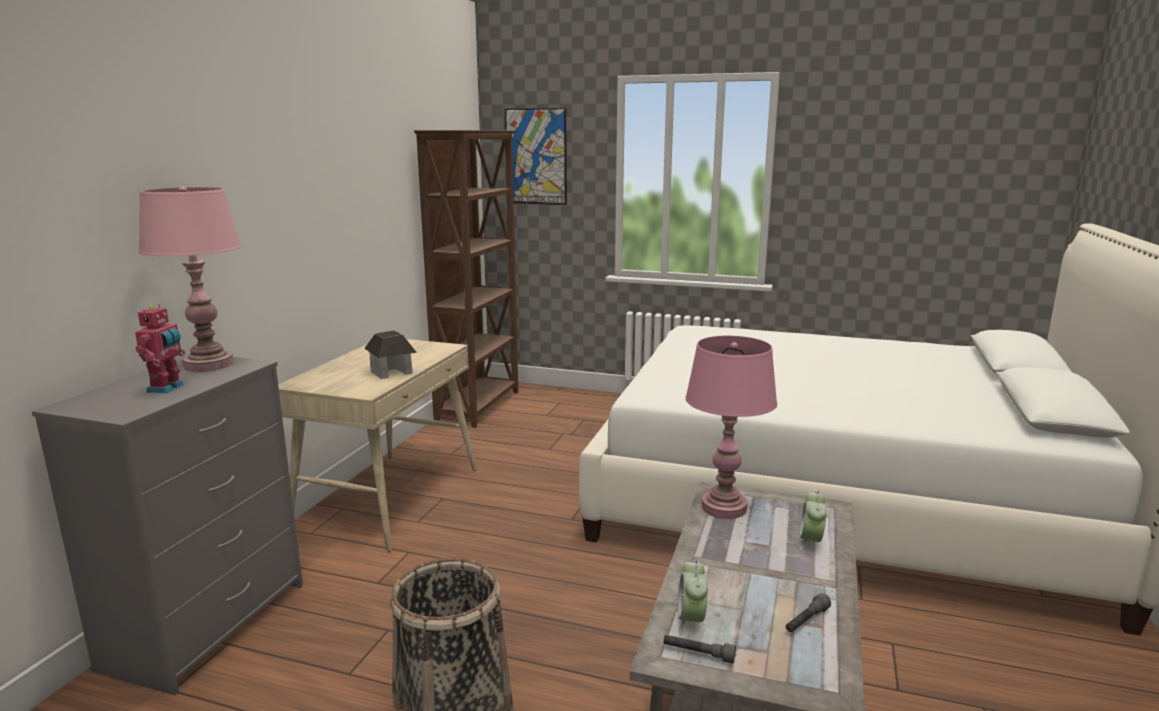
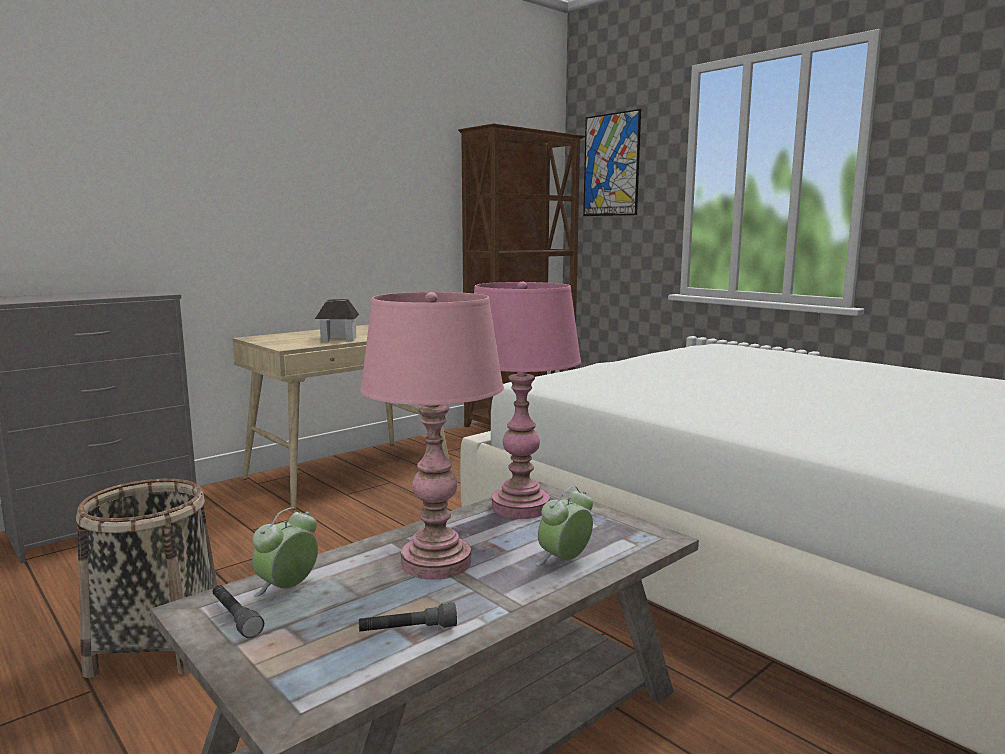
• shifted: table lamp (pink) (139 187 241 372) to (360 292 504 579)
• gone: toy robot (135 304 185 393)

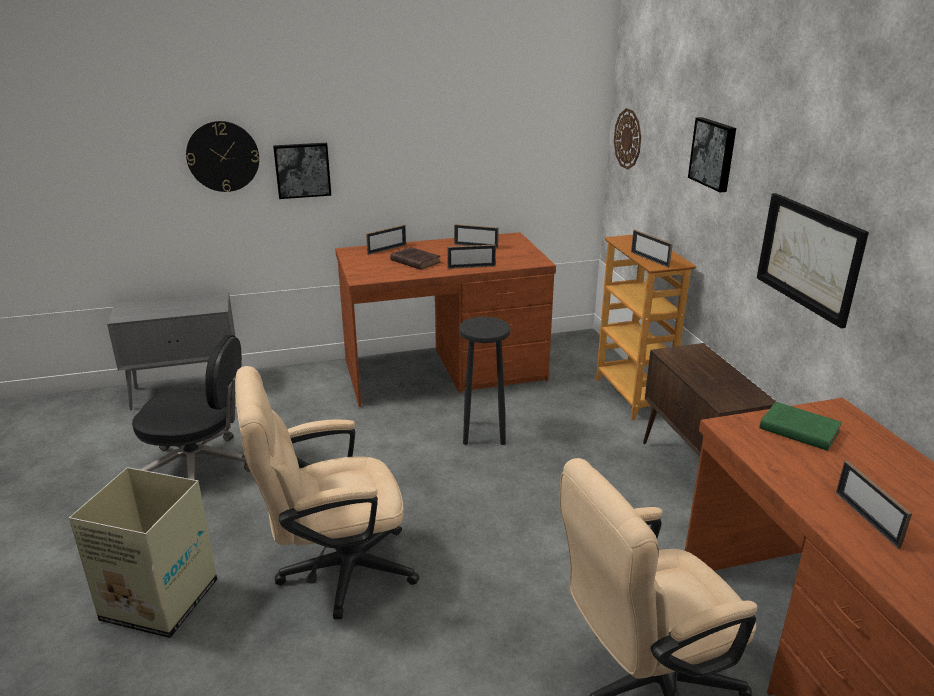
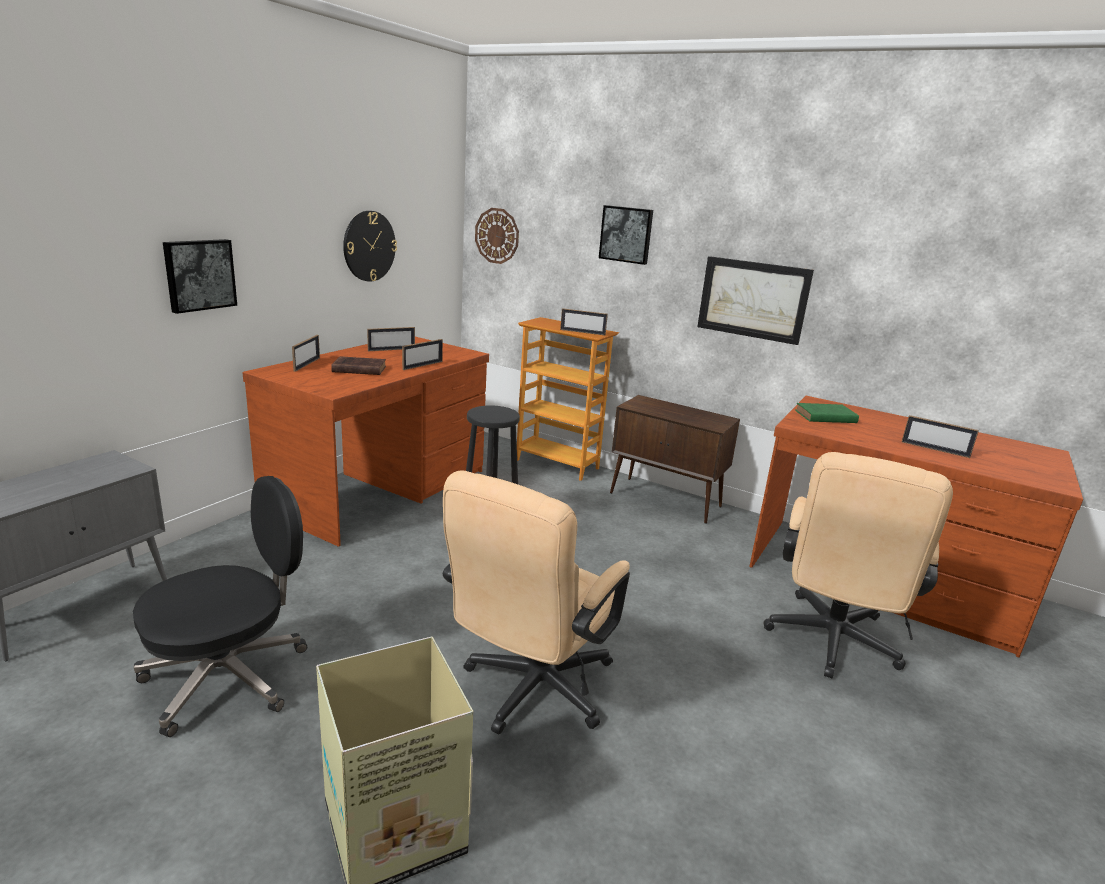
• shifted: wall clock (186 121 259 192) to (343 211 397 282)

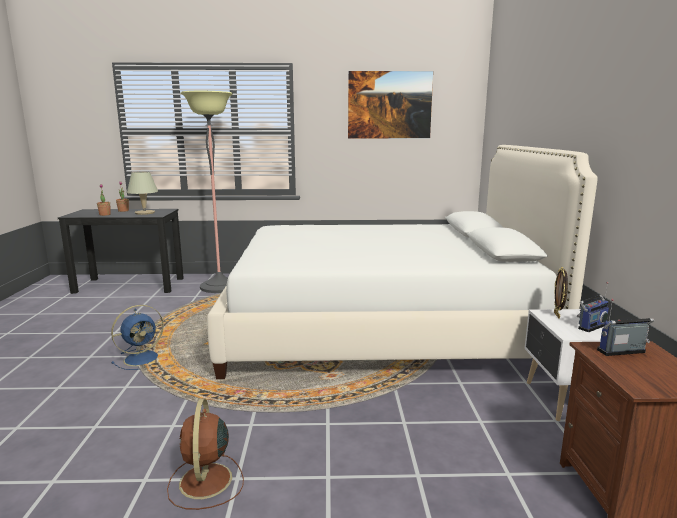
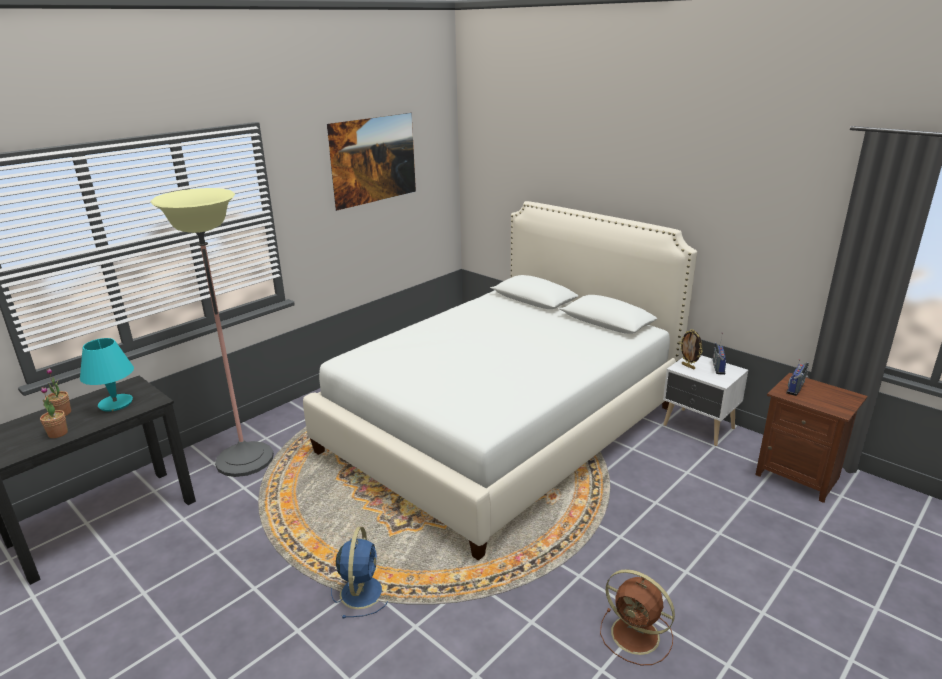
• repainted: table lamp (beige) (127 172 158 215) to table lamp (turquoise) (80 338 134 412)

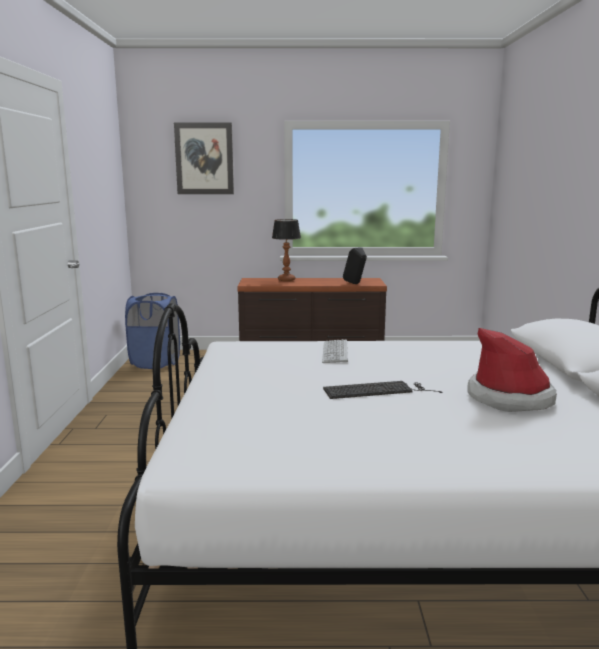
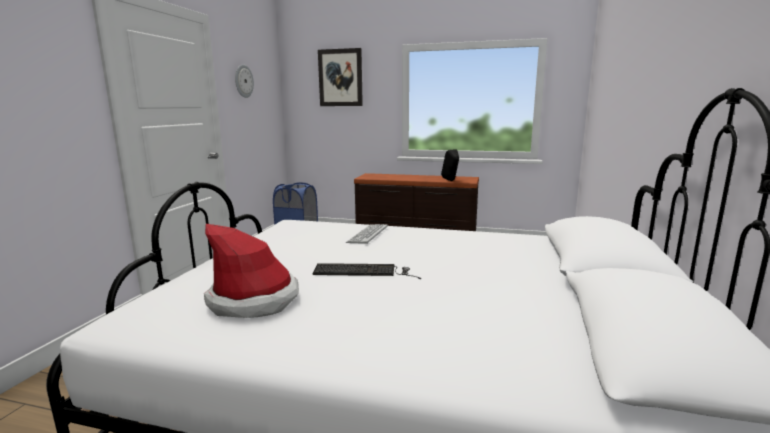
• shifted: hat (467 328 557 412) to (204 224 299 318)
• new: wall clock (235 64 254 98)
• gone: table lamp (272 219 301 281)

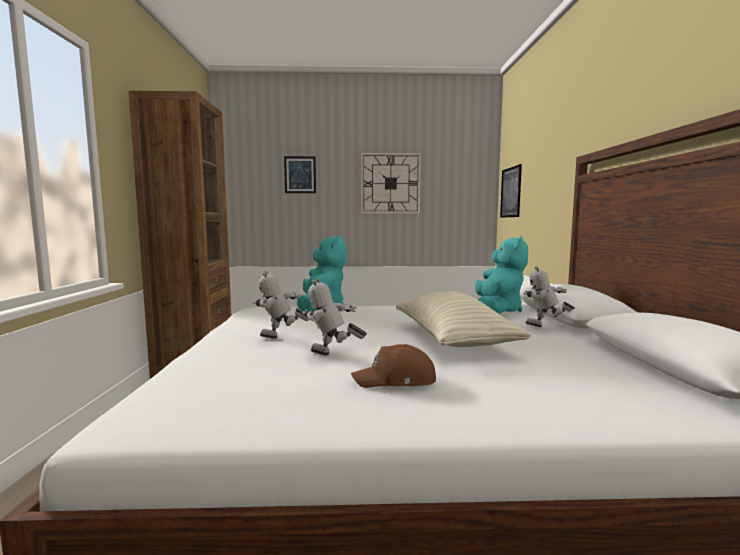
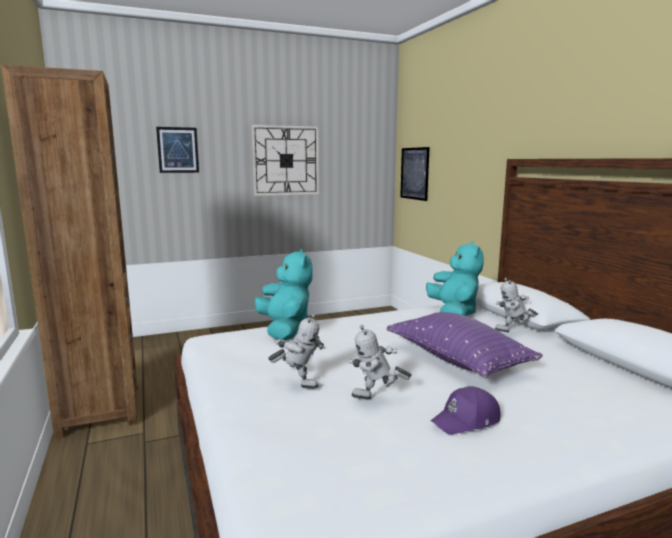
• rotated: toy robot (253 271 310 338) = (268 314 326 389) 135 degrees counterclockwise
• repainted: pillow (beige) (396 291 532 347) to pillow (purple) (386 312 543 378)
• repainted: cap (brown) (351 344 436 388) to cap (purple) (430 386 500 435)

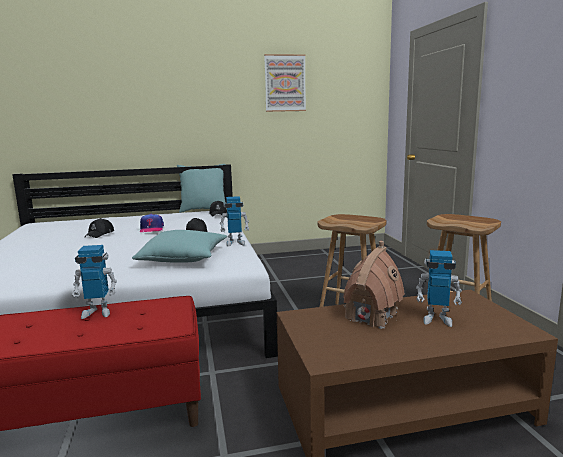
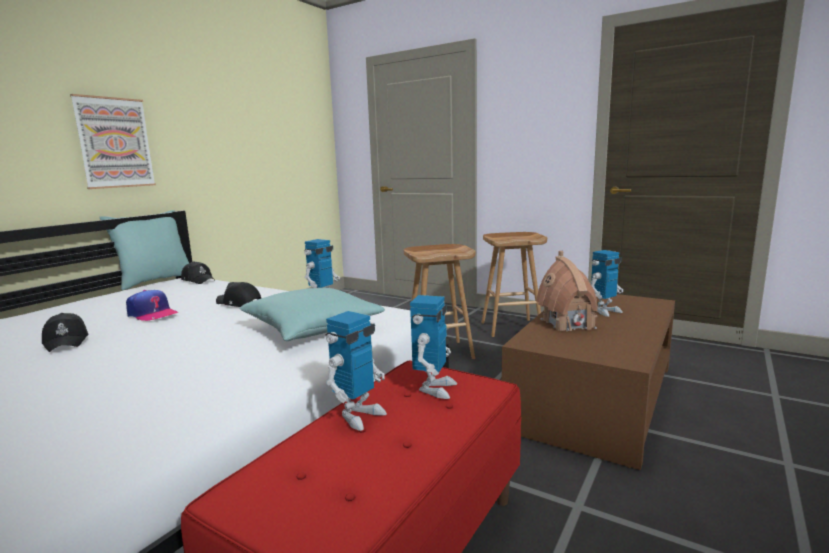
• shifted: picture (264 54 306 112) to (70 94 156 189)
• new: toy robot (410 295 457 399)

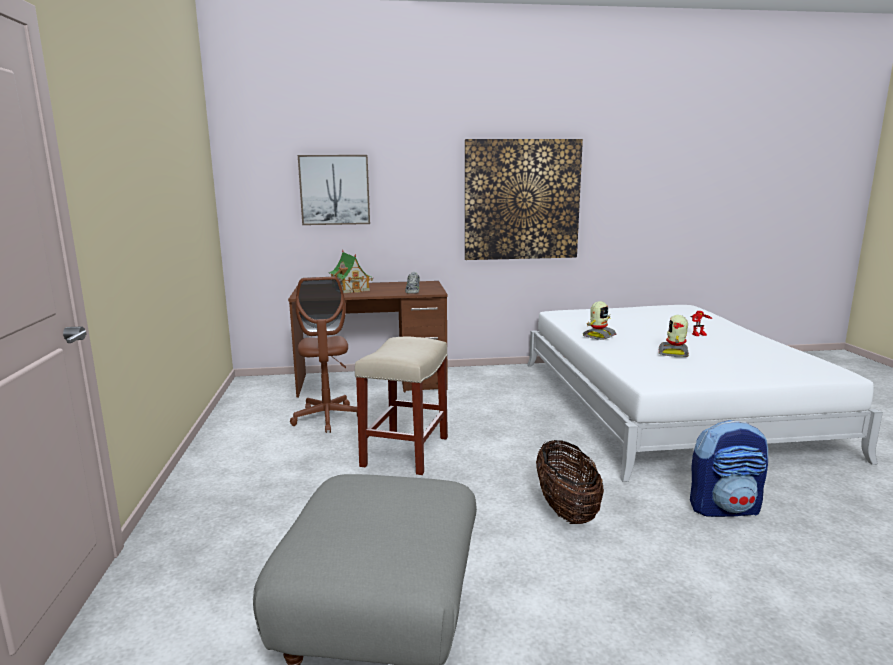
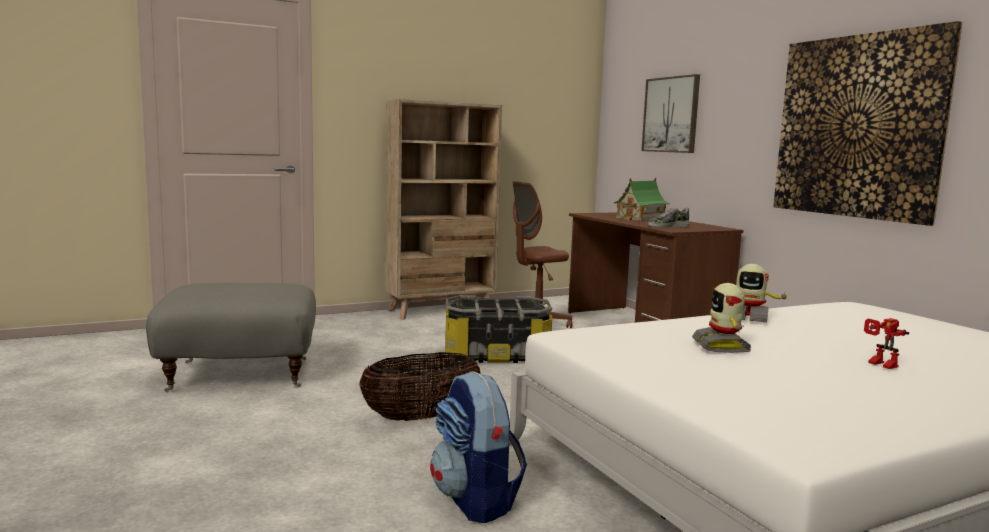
• new: bookcase (beige) (385 99 502 320)
• swapped: stool (beige) (355 337 448 475) to storage box (445 295 552 363)
• rotated: toy robot (659 315 689 357) = (692 283 751 353) 90 degrees counterclockwise

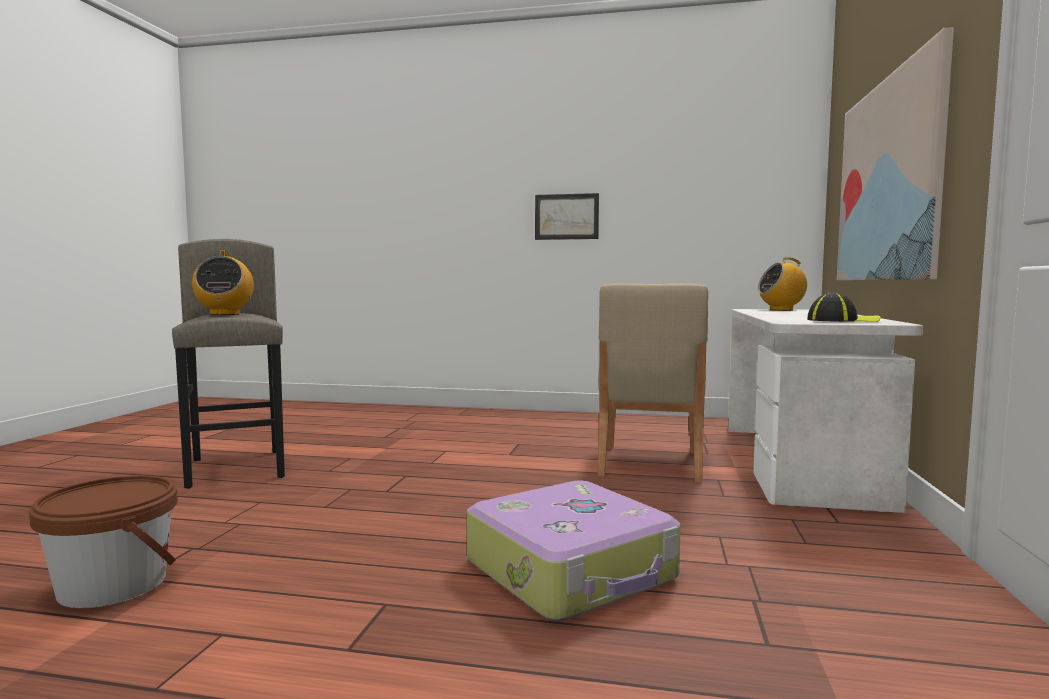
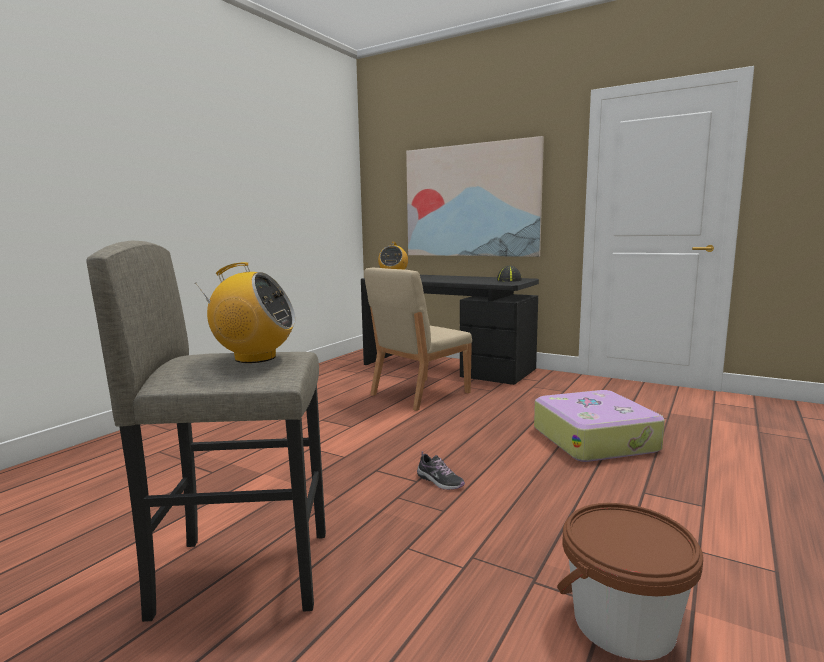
• repainted: desk (white) (728 309 923 513) to desk (black) (361 275 539 385)
• rotated: chair (beige) (598 284 708 483) = (364 268 472 411) 105 degrees clockwise
• new: shoe (417 451 465 490)
• gone: picture (535 193 599 240)

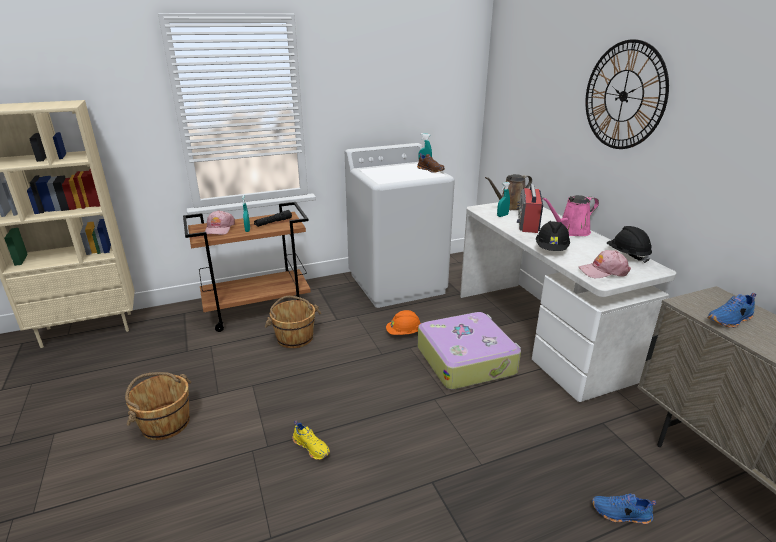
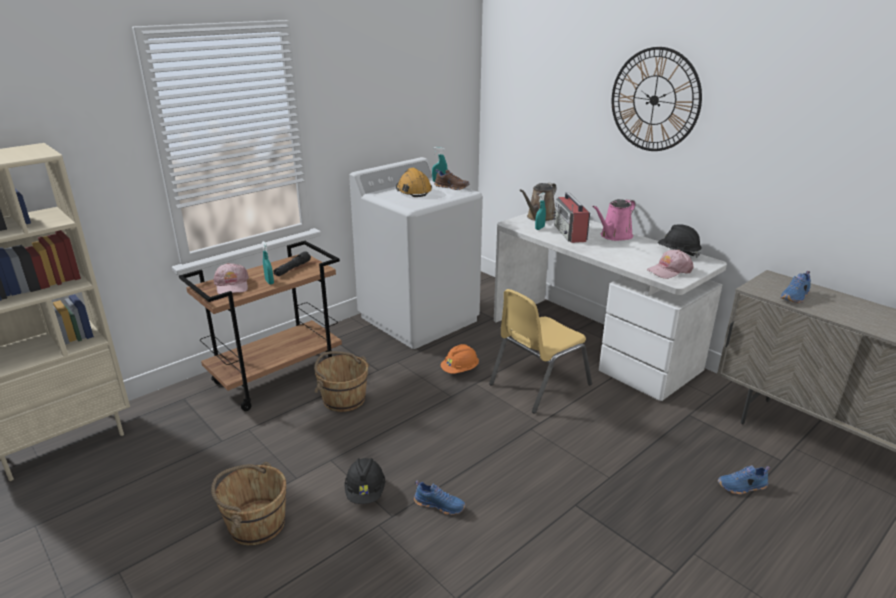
• shifted: hard hat (black) (536 221 570 251) to (344 458 385 504)
• new: hard hat (orange) (396 168 432 197)
• repainted: shoe (yellow) (292 420 330 460) to shoe (blue) (414 481 466 515)
• swapped: suitcase (418 312 521 390) to chair (yellow) (489 289 592 414)

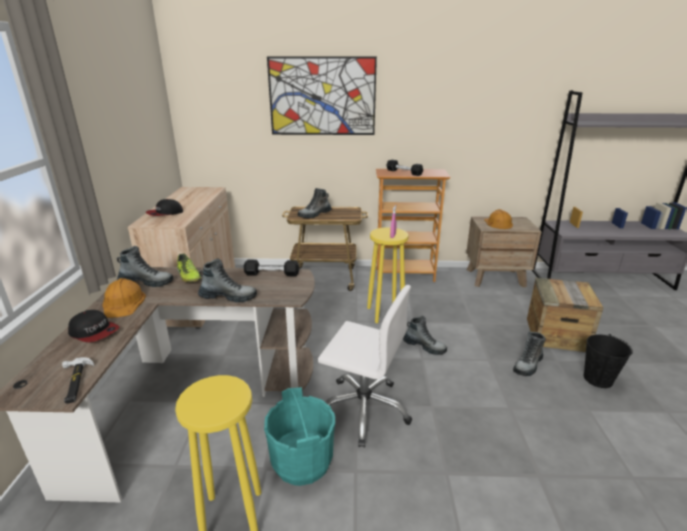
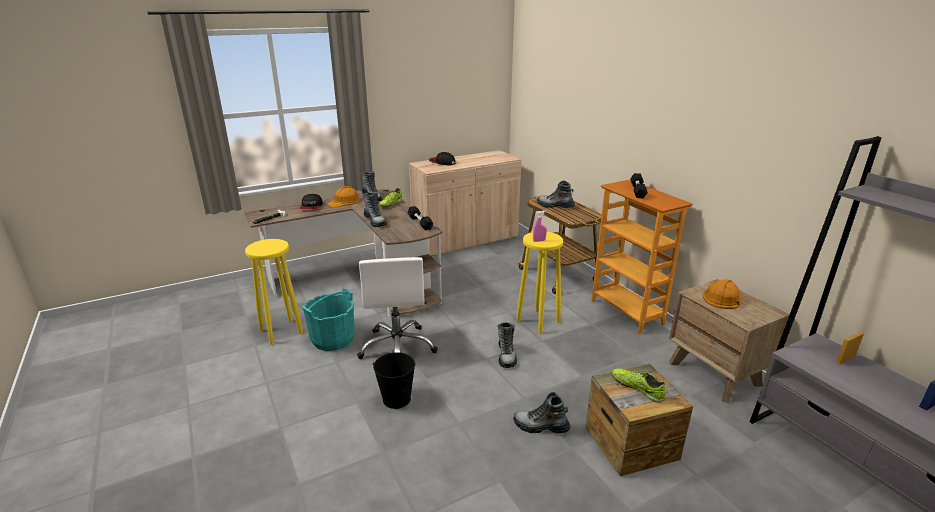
• shifted: bucket (black) (583 334 633 388) to (373 352 416 409)
• new: shoe (611 369 666 403)
• gone: picture (267 56 377 135)

